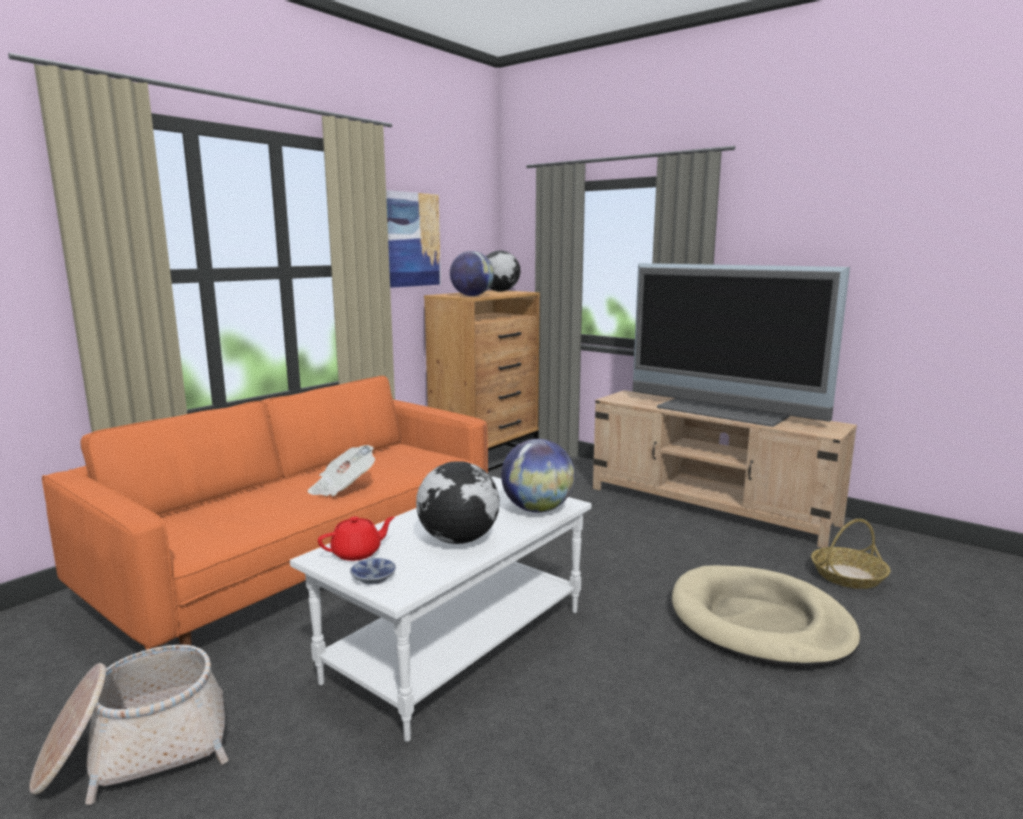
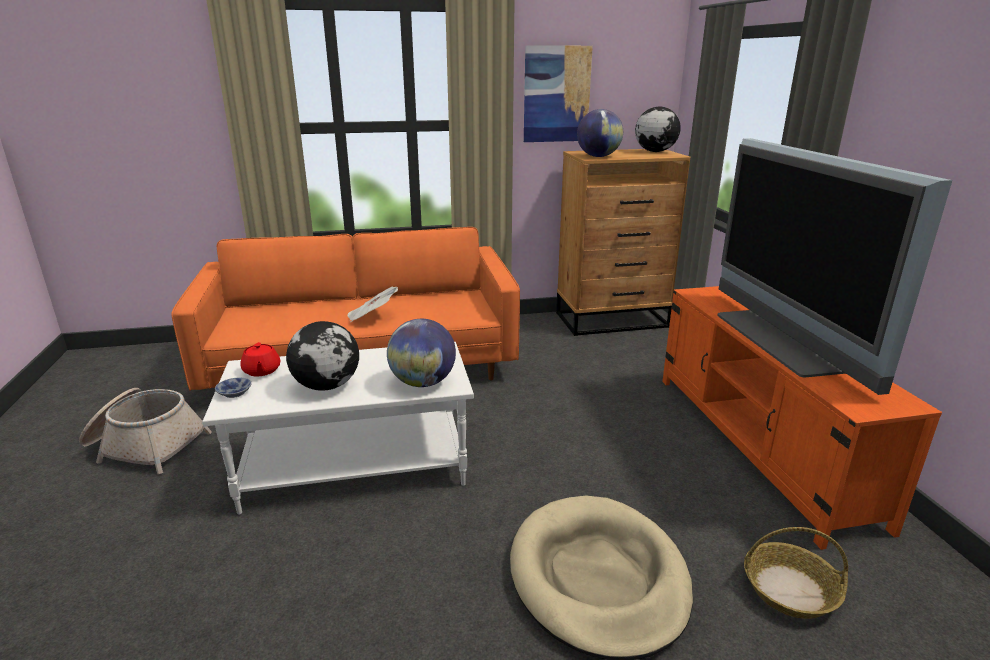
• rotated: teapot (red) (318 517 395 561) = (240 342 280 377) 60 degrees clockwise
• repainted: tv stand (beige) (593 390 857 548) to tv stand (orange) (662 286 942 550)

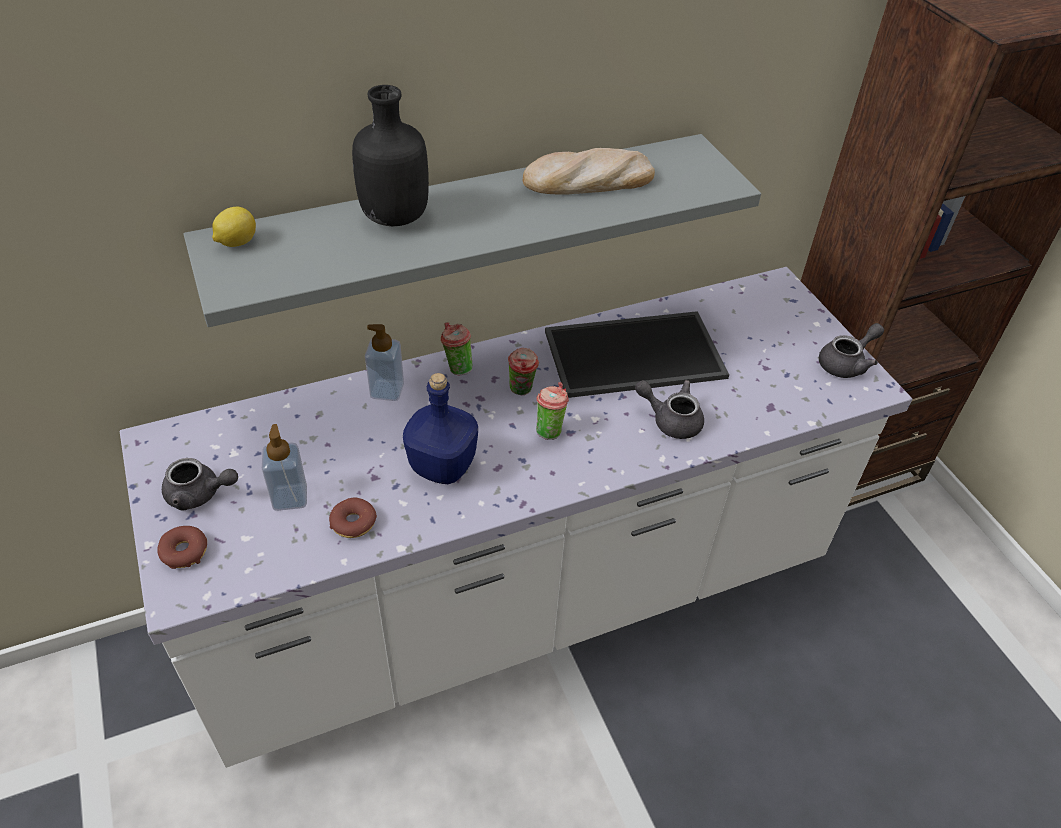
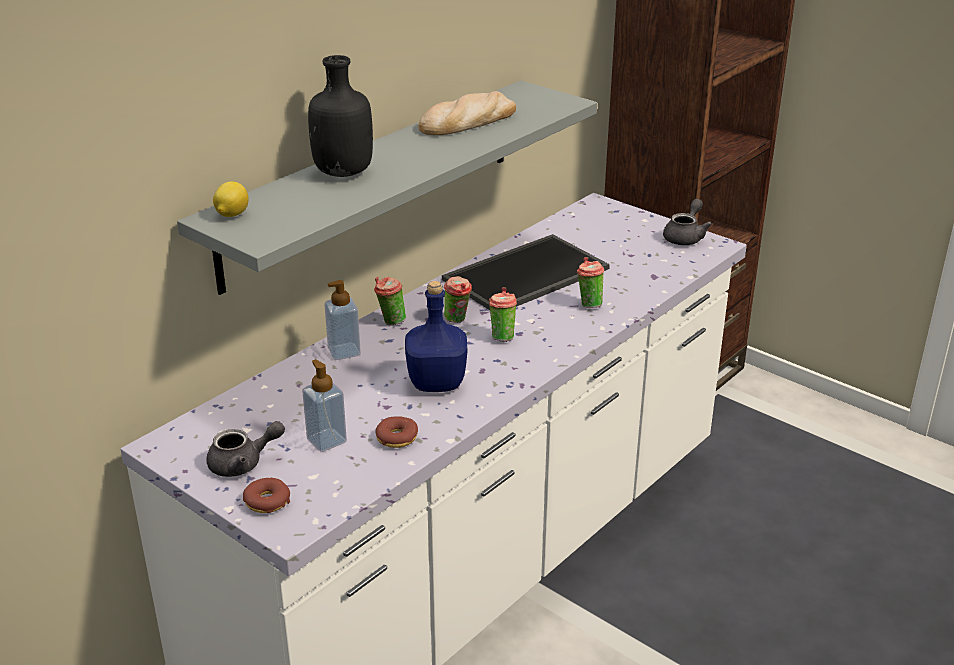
• swapped: teapot (grey) (635 380 704 439) to cup (577 257 604 308)

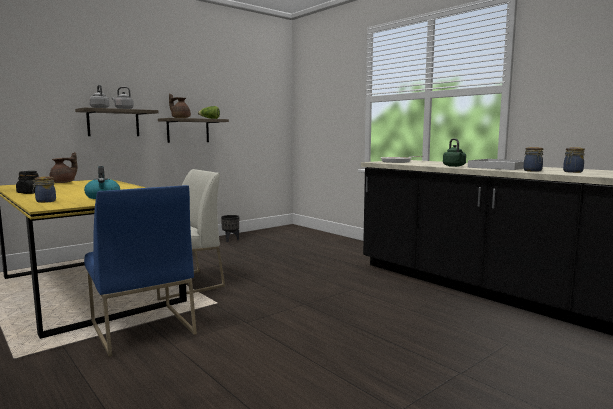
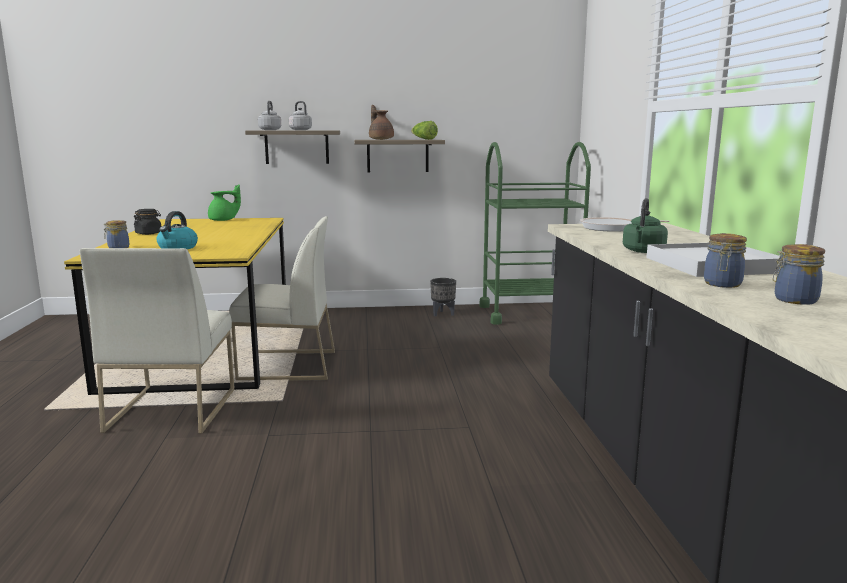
• repainted: chair (blue) (84 185 197 357) to chair (white) (80 248 234 433)
• repainted: teapot (brown) (49 152 77 183) to teapot (green) (208 184 241 221)
• new: cart (green) (479 142 591 325)

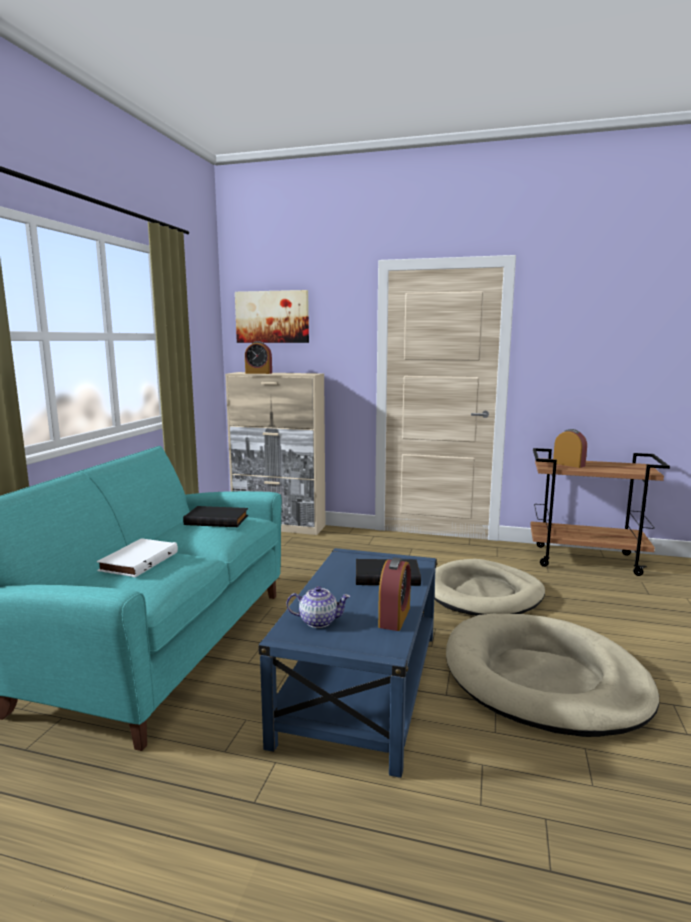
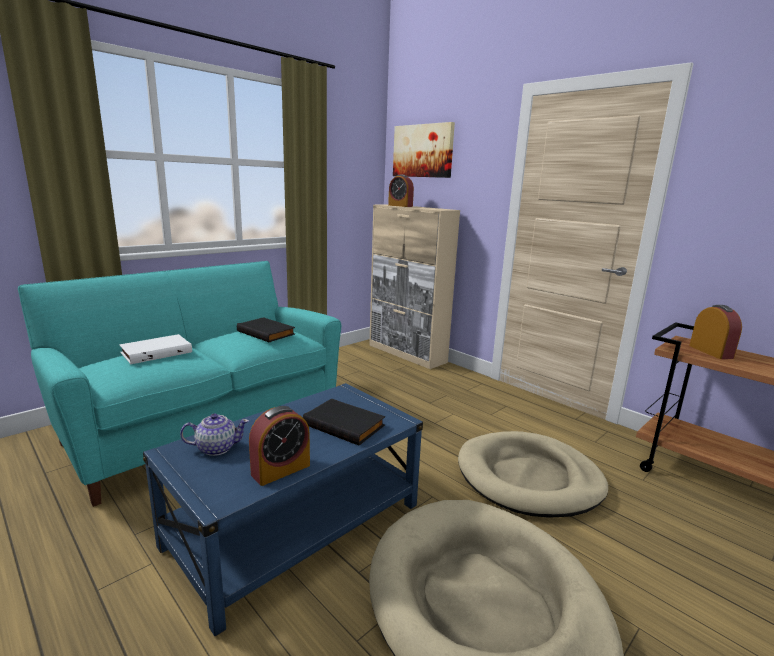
• rotated: teapot (286 586 351 628) = (180 413 249 456) 45 degrees counterclockwise

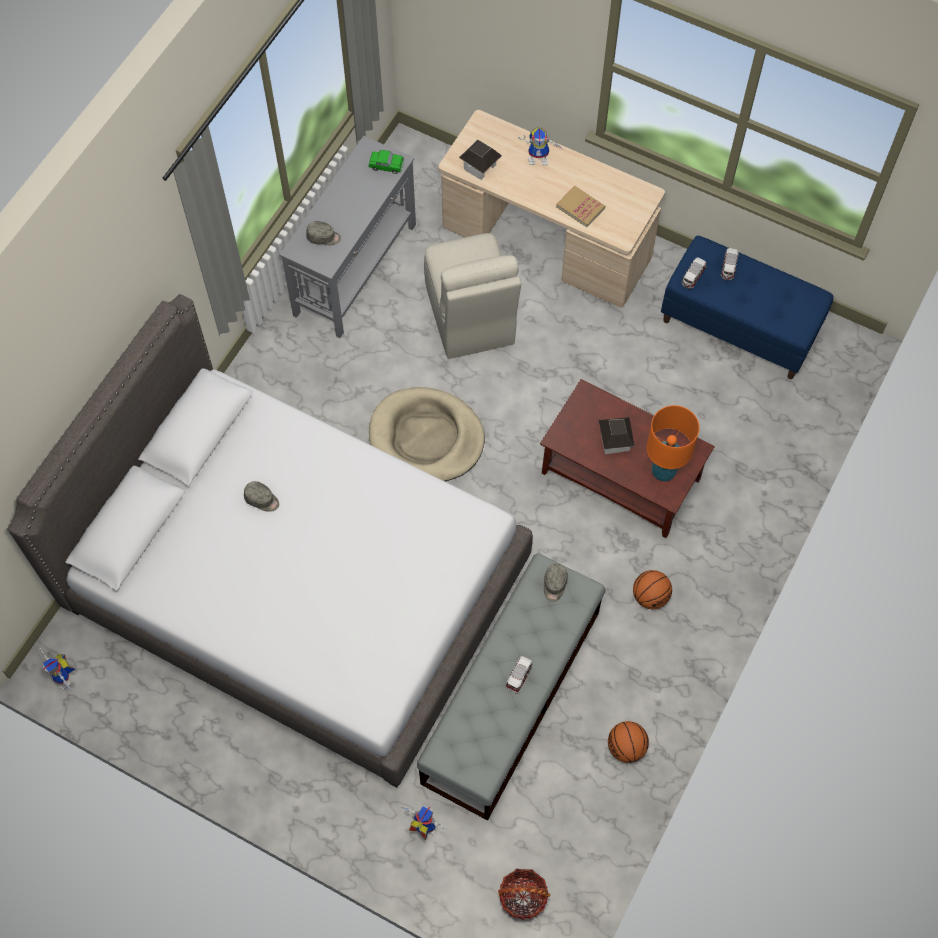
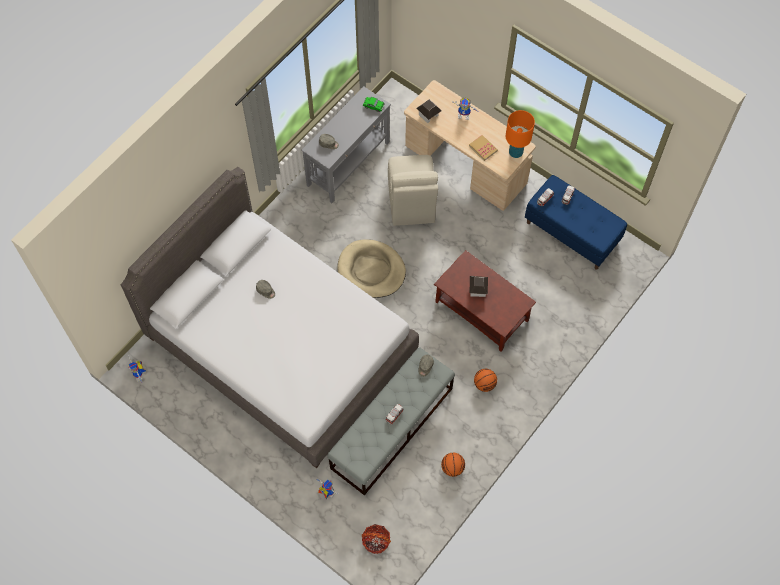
• shifted: table lamp (orange) (647 405 700 481) to (506 110 535 158)

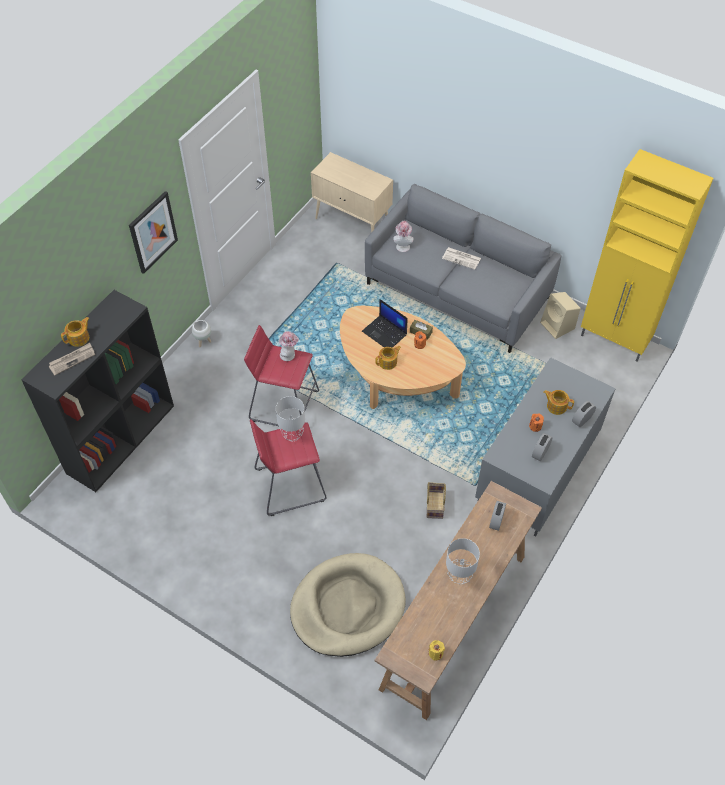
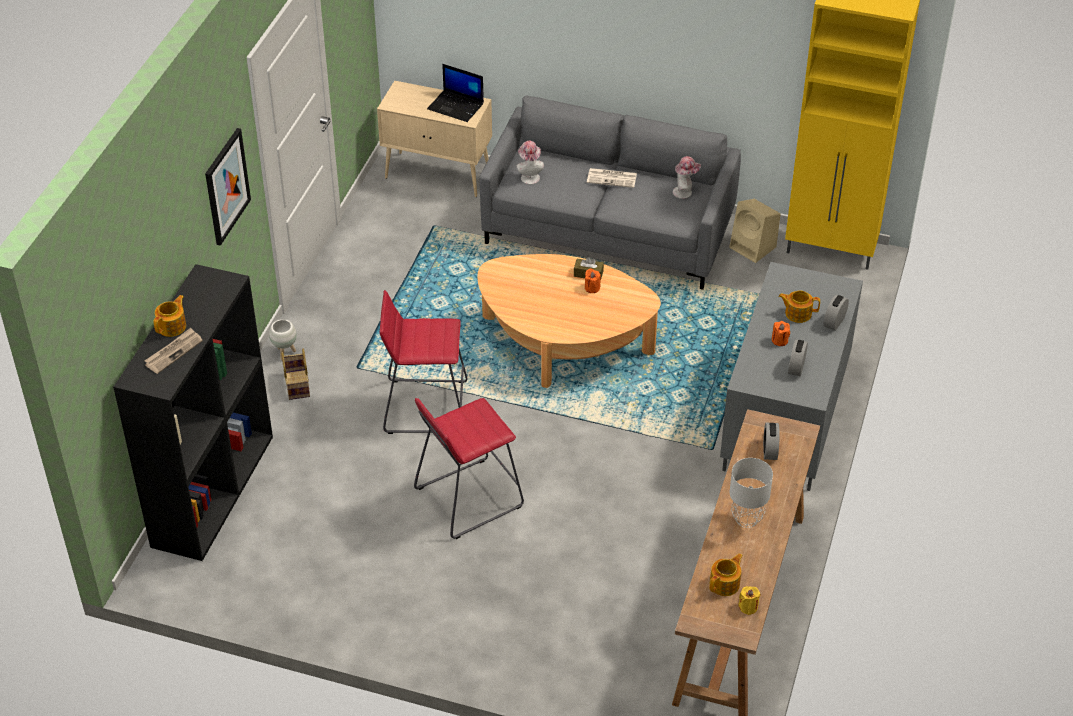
• shifted: basket (427 482 446 519) to (281 349 310 400)
• shifted: laptop (362 299 408 348) to (427 64 484 122)
• shifted: hat (279 331 299 361) to (673 156 701 199)
• shifted: teapot (375 346 401 370) to (709 553 743 596)
• gone: table lamp (grey) (276 396 305 442)
• gone: dog bed (beige) (290 553 406 657)

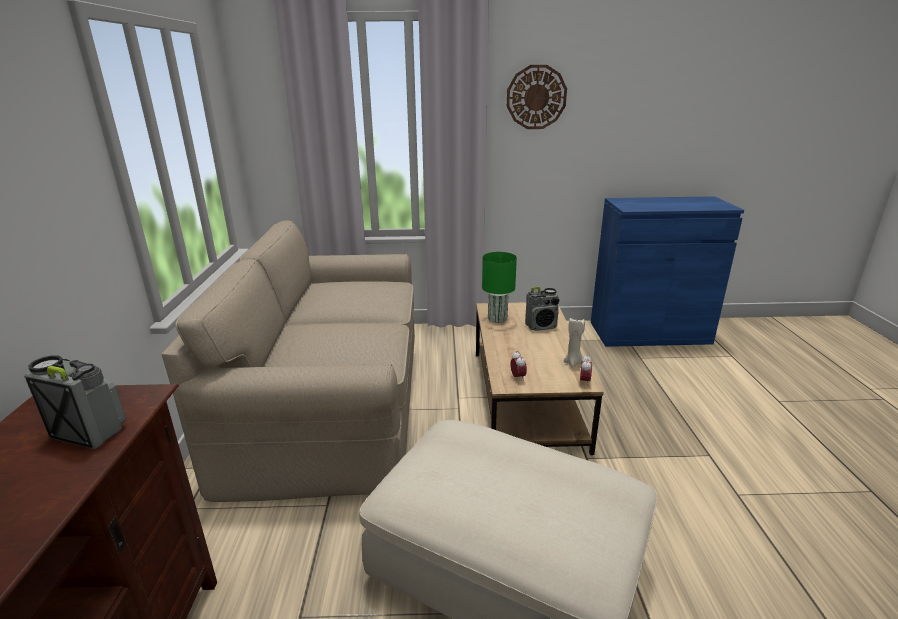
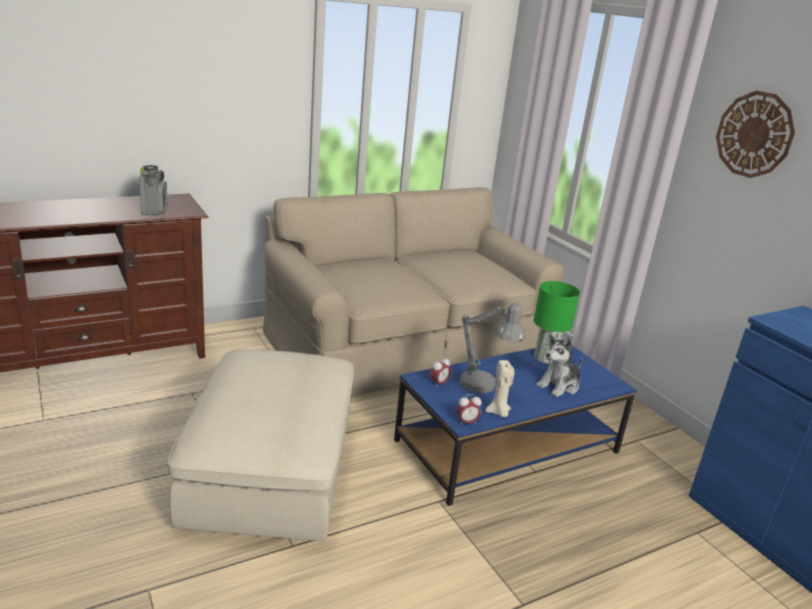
• repainted: coffee table (brown) (476 302 604 455) to coffee table (blue) (394 346 637 506)
• new: table lamp (grey) (460 302 525 394)
• swapped: radio (525 287 559 331) to plush toy (537 335 582 397)

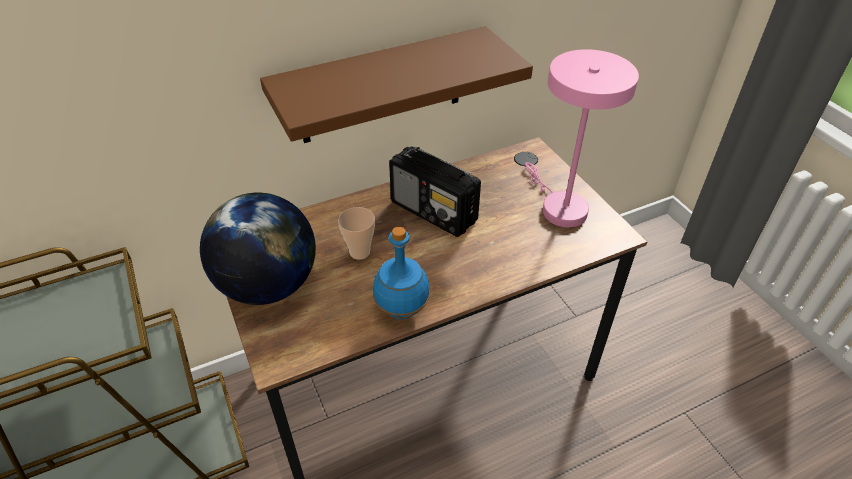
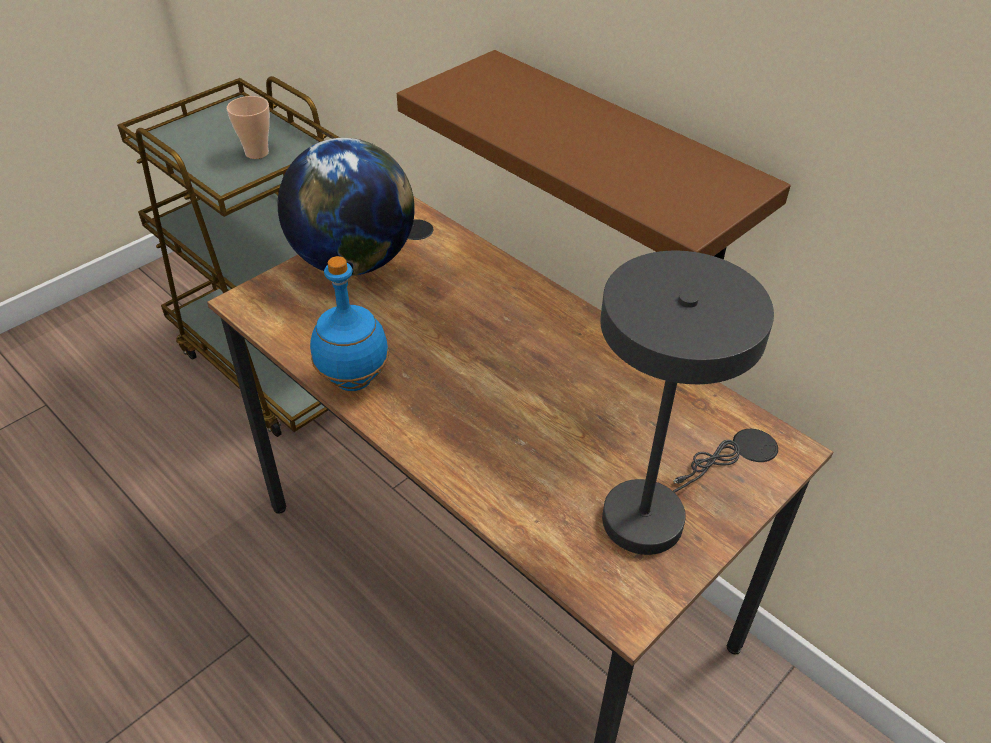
• shifted: cup (338 207 375 260) to (227 96 270 159)
• repainted: table lamp (pink) (525 49 639 227) to table lamp (grey) (600 251 774 555)
• gone: radio (389 146 481 237)

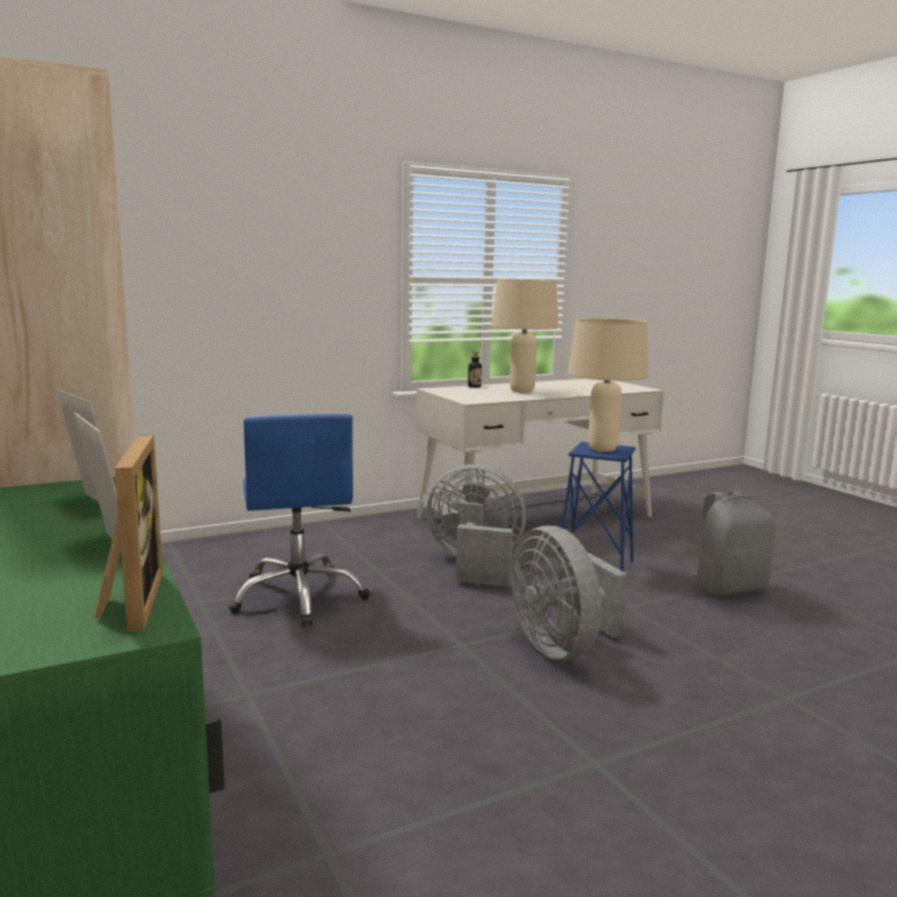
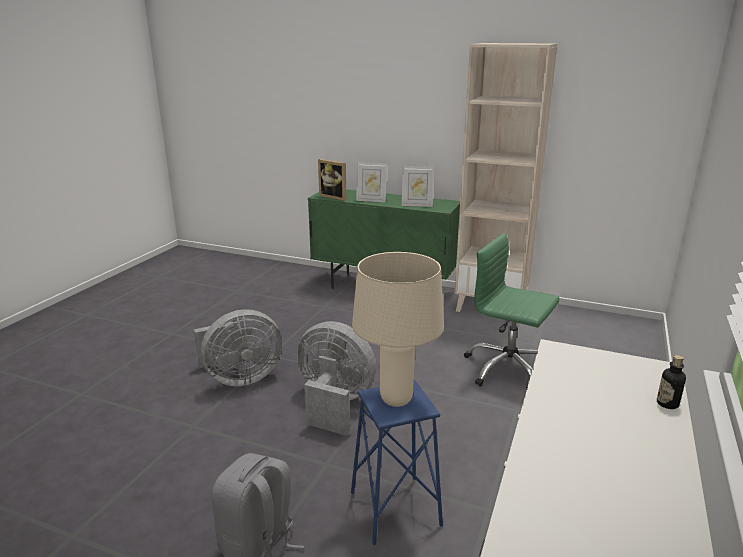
• shifted: fan (grey) (426 464 526 587) to (194 309 282 386)
• repainted: office chair (blue) (228 414 370 626) to office chair (green) (464 233 560 387)
• gone: table lamp (beige) (491 279 559 393)

